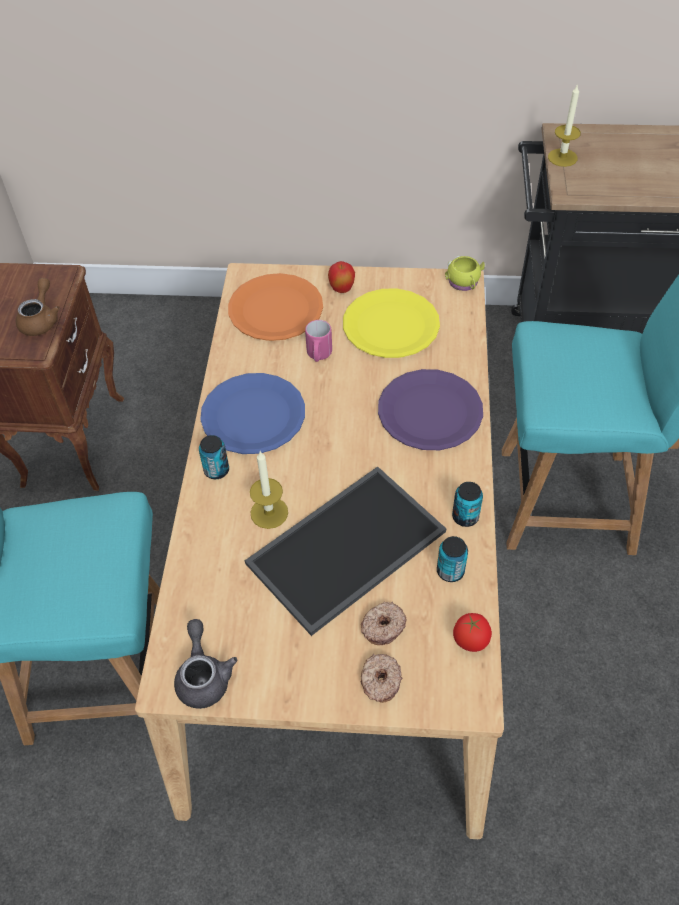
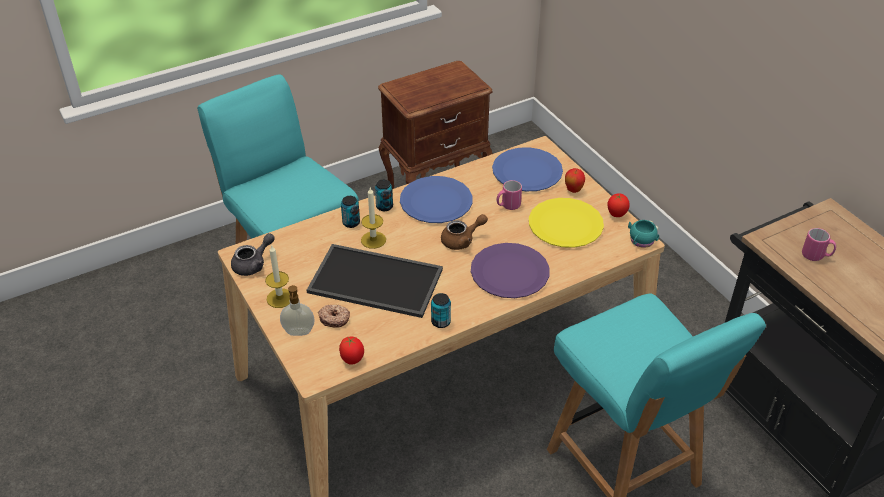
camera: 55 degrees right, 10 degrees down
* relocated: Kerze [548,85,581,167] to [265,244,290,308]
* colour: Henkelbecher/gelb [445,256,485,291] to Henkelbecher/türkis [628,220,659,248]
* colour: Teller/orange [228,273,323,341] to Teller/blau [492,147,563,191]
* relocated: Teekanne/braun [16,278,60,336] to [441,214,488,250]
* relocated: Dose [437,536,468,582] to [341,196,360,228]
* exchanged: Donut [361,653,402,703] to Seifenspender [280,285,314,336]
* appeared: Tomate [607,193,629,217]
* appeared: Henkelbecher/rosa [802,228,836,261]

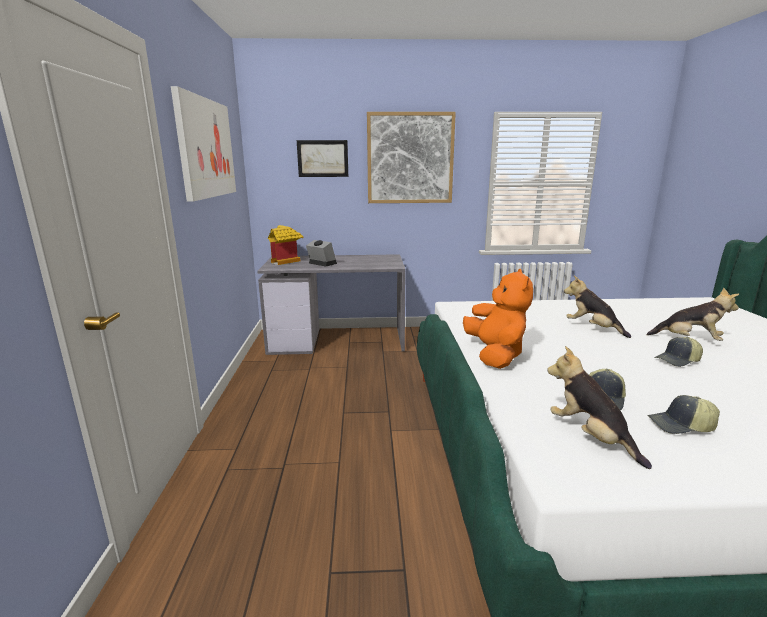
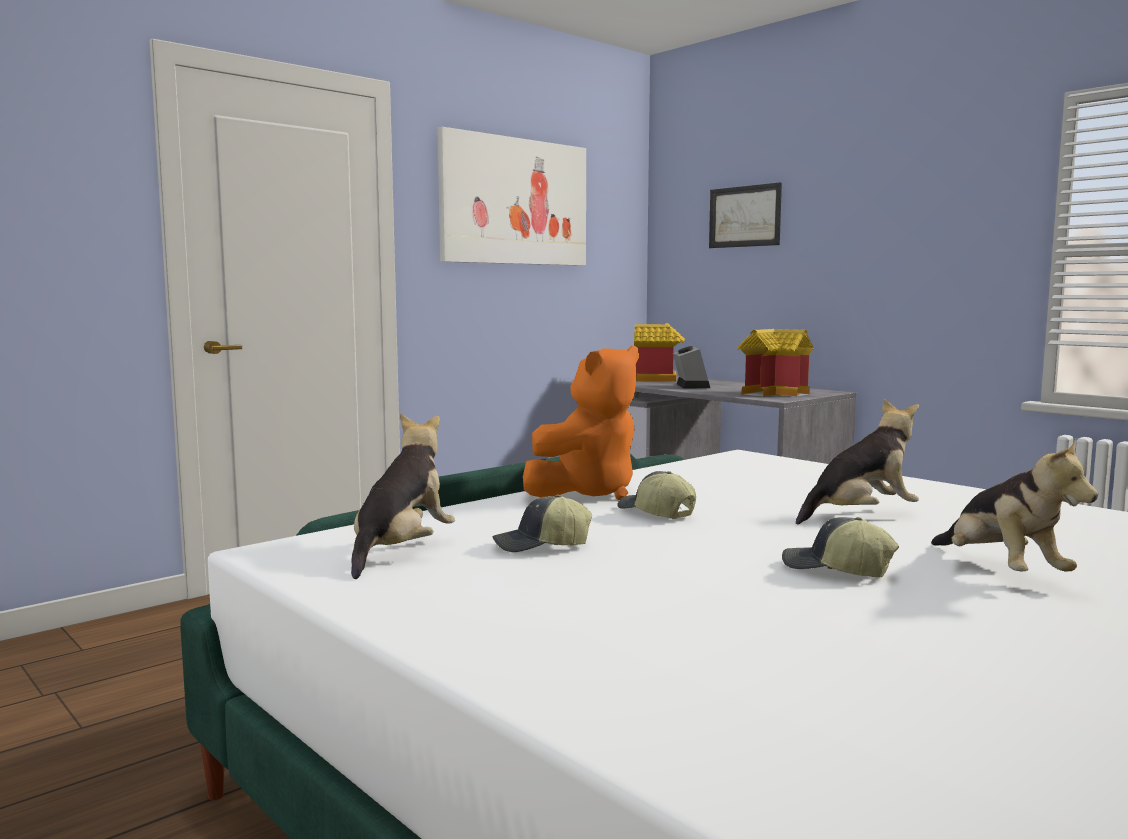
camera: 50 degrees right, 10 degrees down
* missing: Bild [367,112,456,203]
* spun: Plüschtier [564,276,631,338] = [796,399,919,525] 60 degrees clockwise
* relocated: Kappe [647,395,720,434] to [617,471,696,519]
* appeared: Spielzeughaus [737,329,814,396]

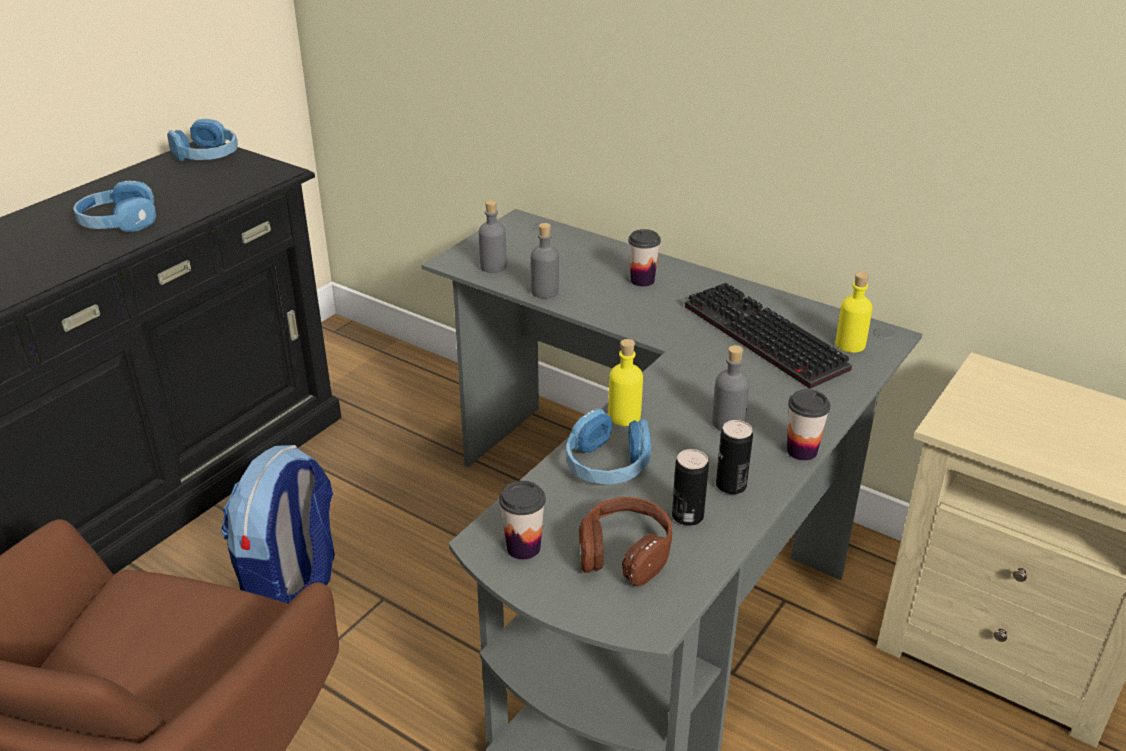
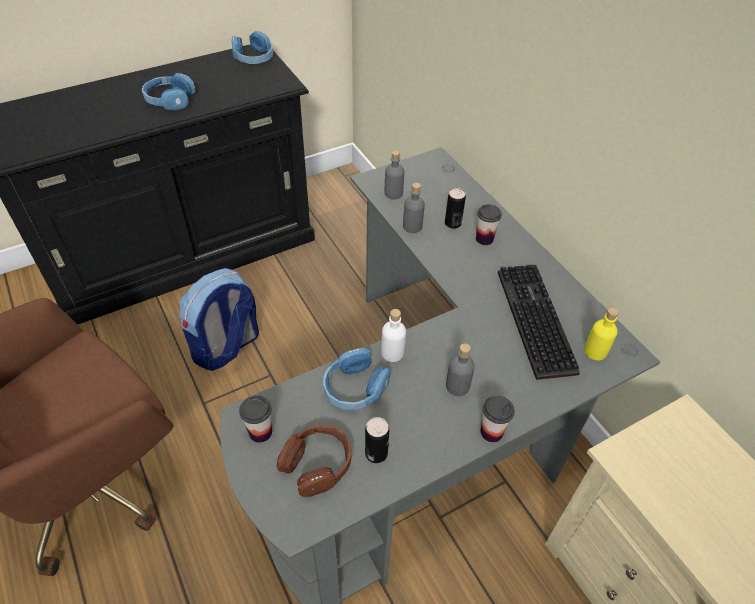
camera: 25 degrees right, 15 degrees up
* colour: Flasche/gelb [608,339,643,426] to Flasche/weiß [381,309,406,362]
* relocated: Dose [716,420,753,494] to [445,188,466,229]

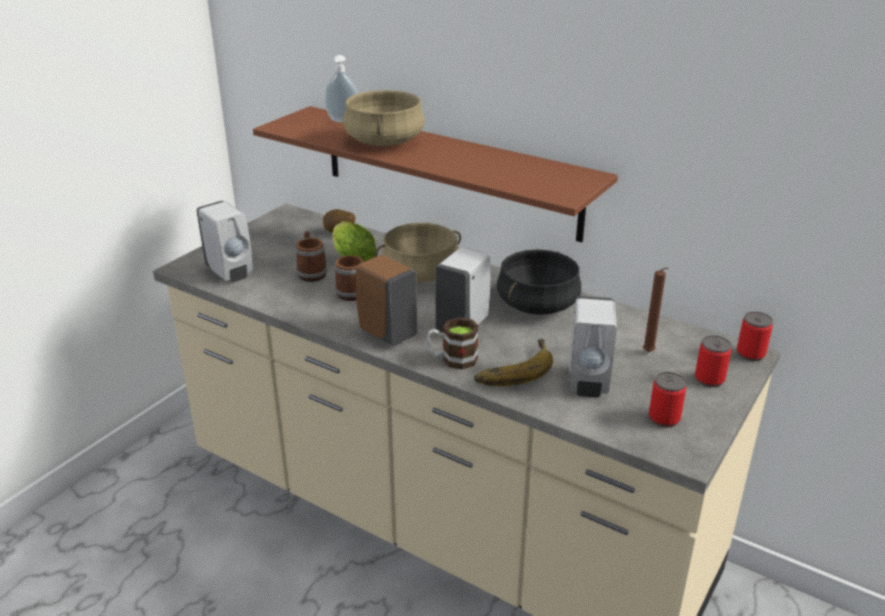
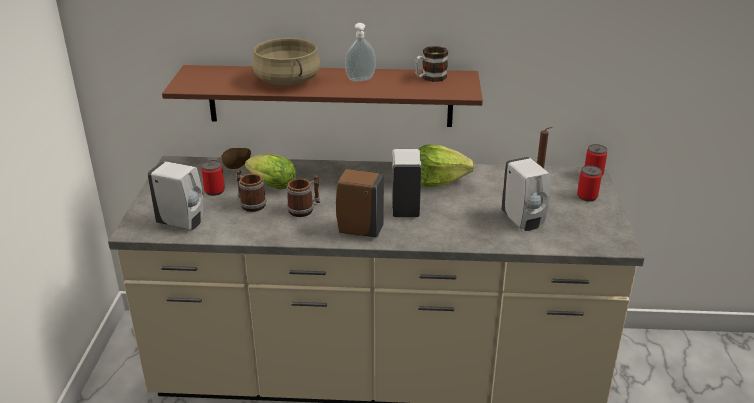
camera: 30 degrees left, 0 degrees up
* relocated: Seifenspender [325,55,358,123] to [345,23,376,81]
* missing: Kochtopf/beige [375,223,461,282]
* exchanged: Kochtopf/schwarz [497,249,581,315] to Salatkopf [418,144,474,187]
* relocated: Henkelbecher [427,317,479,370] to [415,46,448,82]
* missing: Banane [474,339,553,386]
* relocated: Dose [649,372,686,427] to [201,160,225,196]

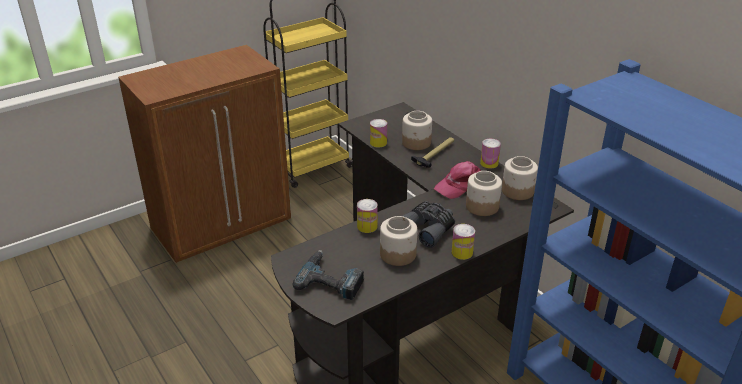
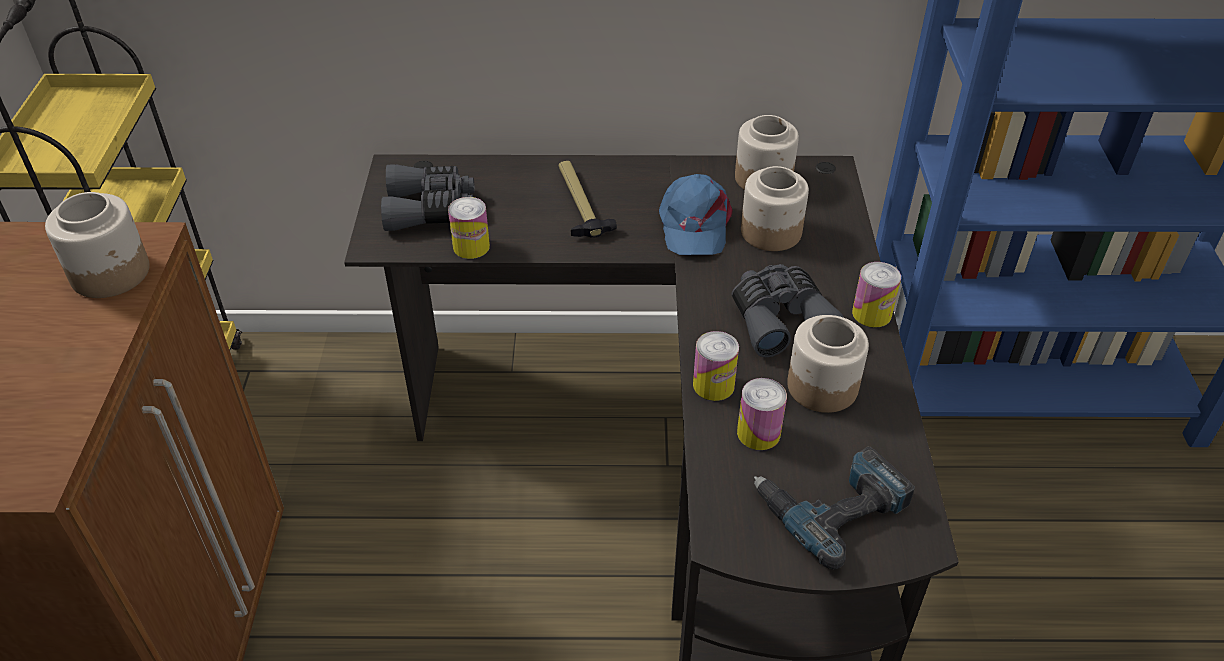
camera: 55 degrees left, 10 degrees up
* relocated: Vorratsglas [402,111,432,150] to [45,192,150,298]
* relocated: Dose [480,139,501,169] to [737,378,787,450]
* colour: Kappe/rosa [434,161,481,199] to Kappe/blau [659,174,733,255]
* appeared: Fernglas/grau [381,164,475,231]

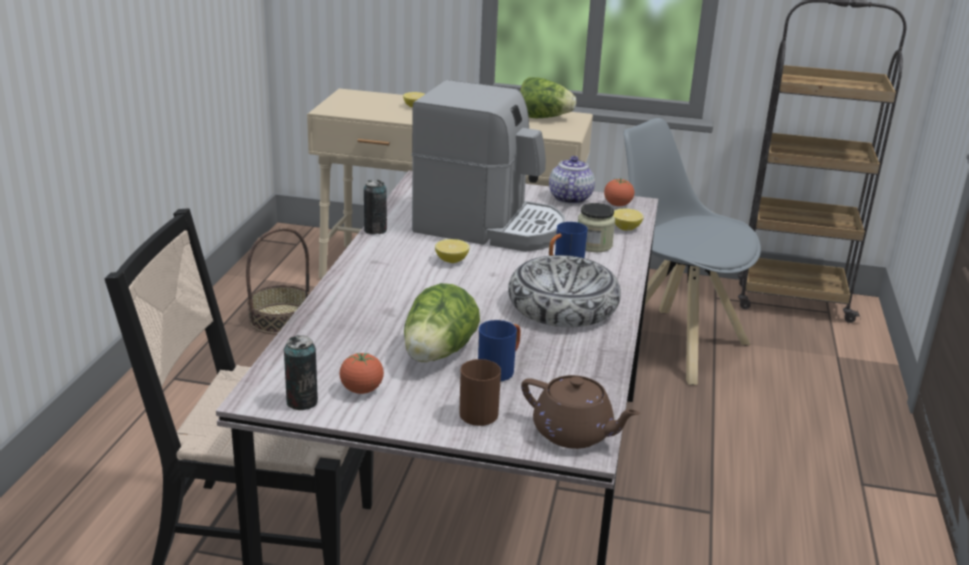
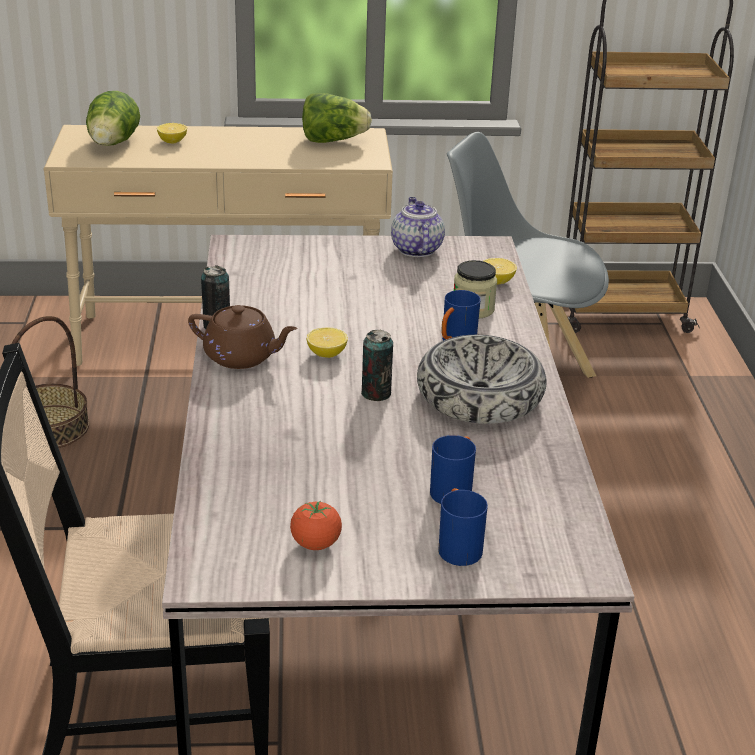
camera: 15 degrees left, 5 degrees up
* missing: Kaffeemaschine [412,80,565,252]
* missing: Tomate [604,178,634,206]
* relocated: Salatkopf [404,283,480,362] to [86,91,140,146]
* relocated: Dose [284,335,318,410] to [361,330,393,401]
* colour: Henkelbecher/braun [459,359,501,426] to Henkelbecher/blau [439,488,488,566]
* relocated: Teekanne/braun [521,375,640,449] to [188,305,297,369]

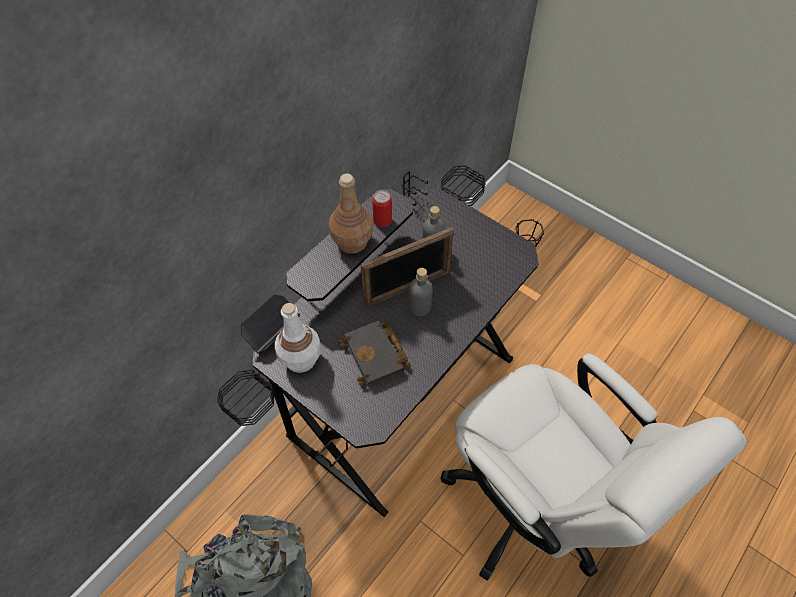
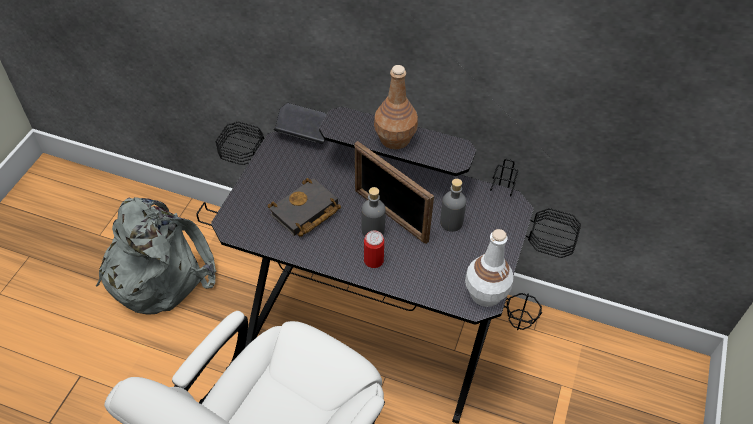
camera: 70 degrees right, 5 degrees down
* relocated: Dose [372,190,392,227] to [364,231,384,268]
* relocated: Flasche/weiß [275,303,321,373] to [465,229,514,307]

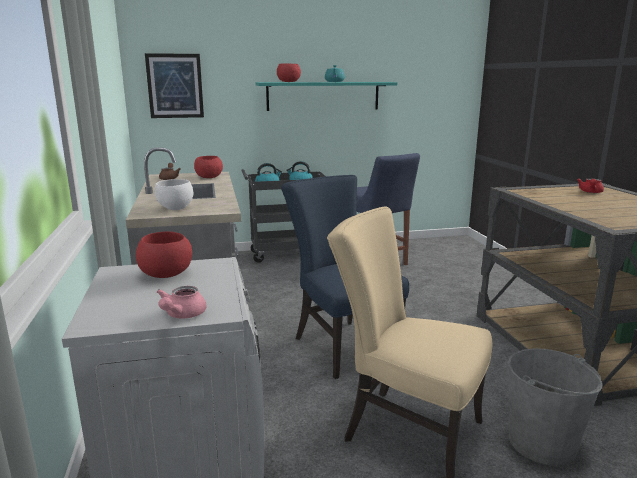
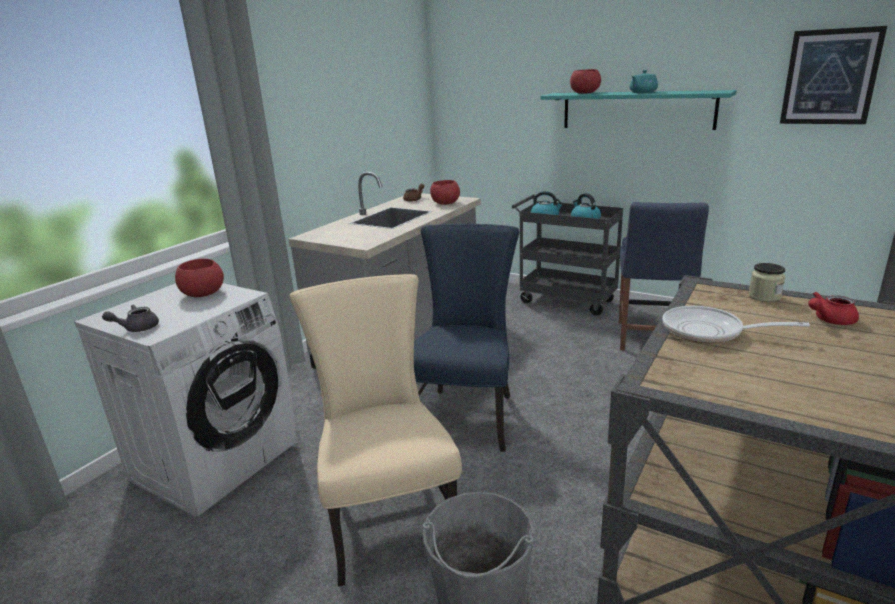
camera: 45 degrees right, 5 degrees up
* relocated: Bild [145,53,204,118] to [780,26,887,124]
* missing: Schüssel/weiß [155,179,193,210]
* colour: Teekanne/rosa [157,286,206,319] to Teekanne/grau [102,305,159,332]
* appeared: Vorratsglas [749,263,785,302]
* appeared: Pfanne [662,306,810,343]

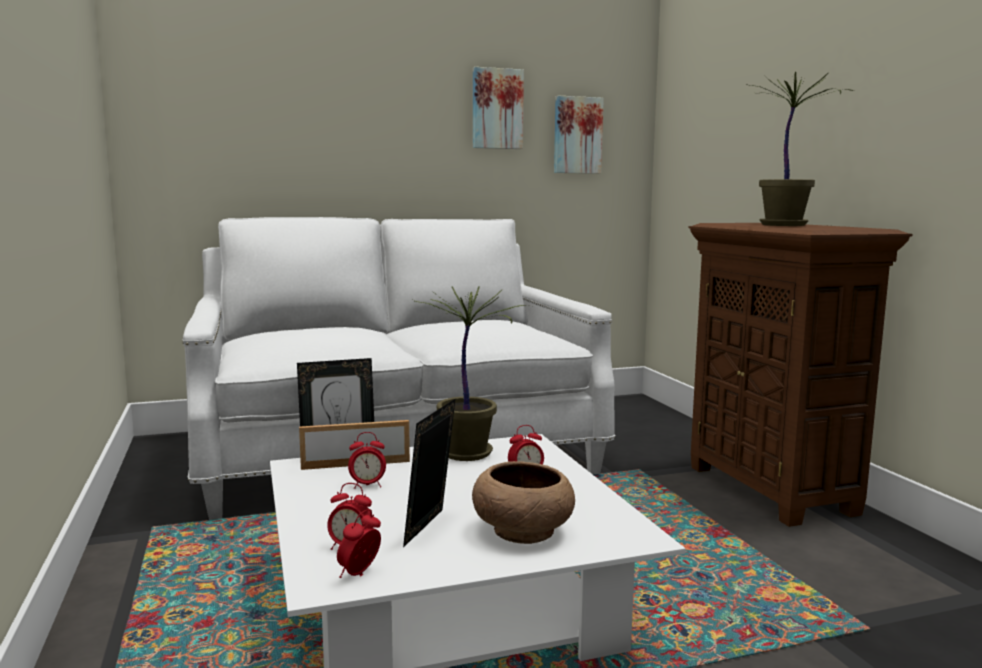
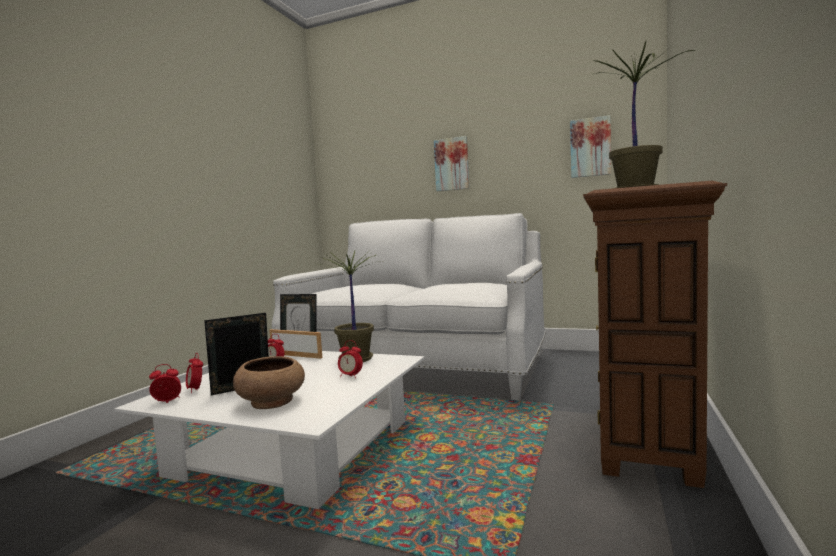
camera: 40 degrees right, 5 degrees down
* relocated: Bild [473,67,524,149] to [434,136,469,191]

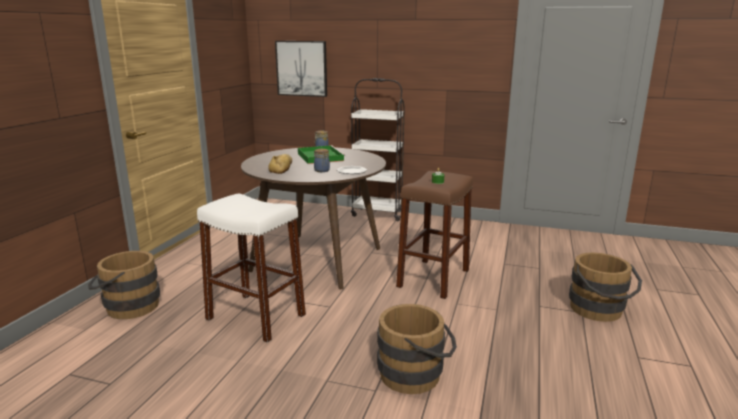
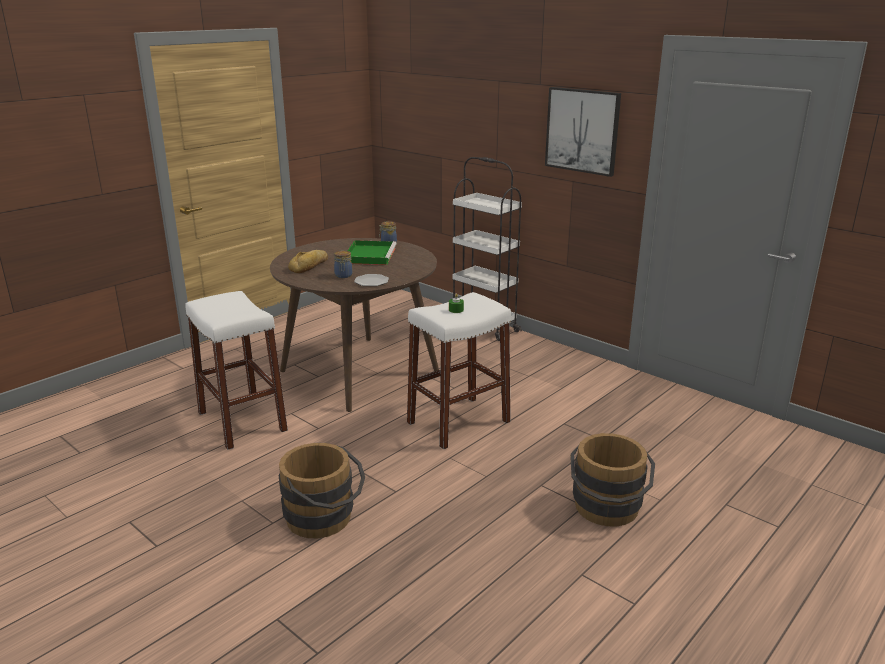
camera: 25 degrees right, 5 degrees up
* relocated: Bild [275,41,327,97] to [545,87,621,177]
* colour: Hocker/braun [396,171,473,299] to Hocker/weiß [407,292,511,449]
* missing: Eimer/braun [88,251,160,319]

